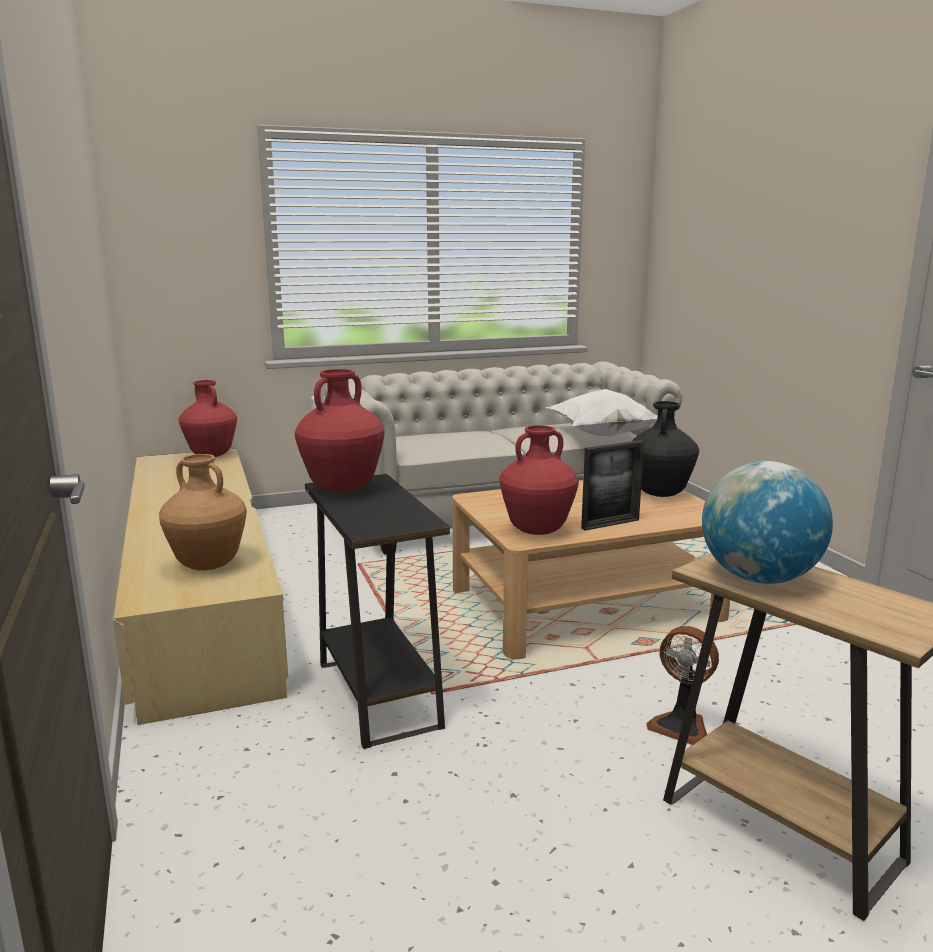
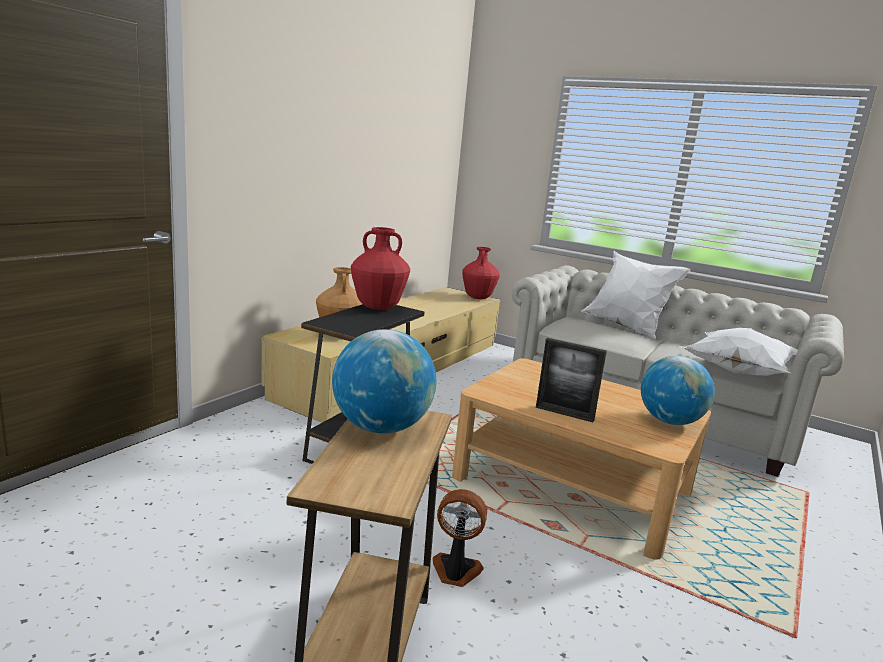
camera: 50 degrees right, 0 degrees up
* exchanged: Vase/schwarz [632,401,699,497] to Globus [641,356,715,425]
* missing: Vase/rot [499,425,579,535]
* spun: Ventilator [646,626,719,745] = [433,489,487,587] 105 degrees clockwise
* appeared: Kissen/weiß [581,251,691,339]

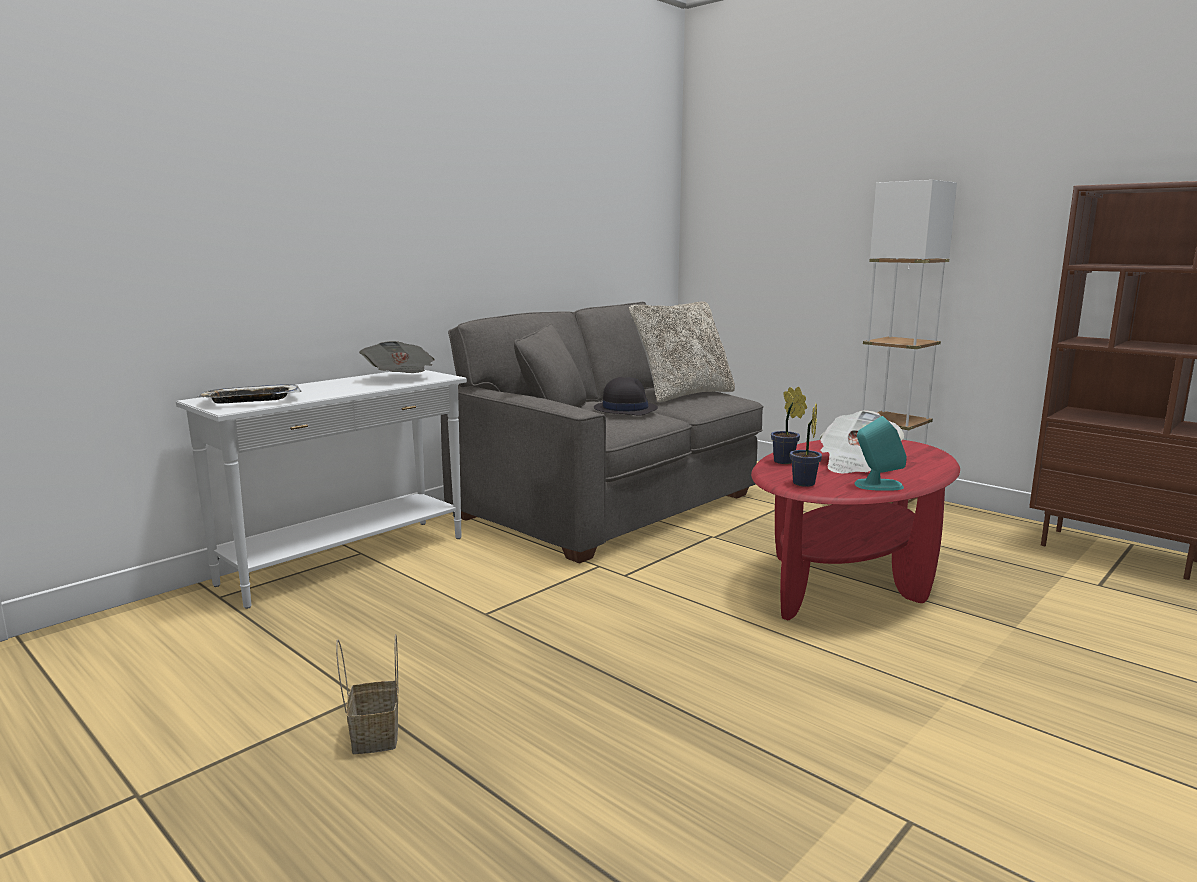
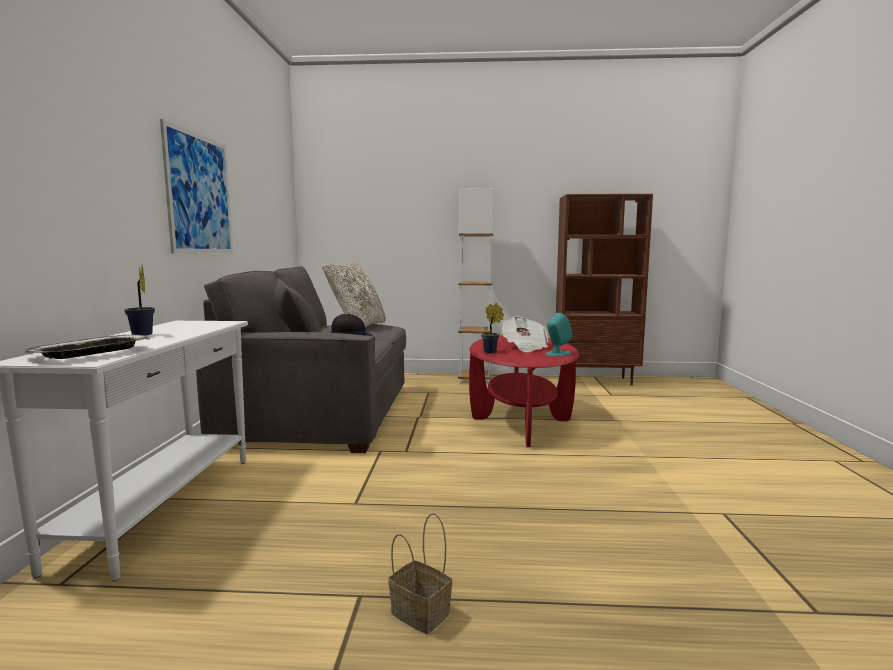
camera: 40 degrees left, 5 degrees down
* missing: Zeitung [359,341,434,373]
* relocated: Topfpflanze [790,403,822,487] to [124,264,155,335]
* appeared: Bild [160,119,233,254]

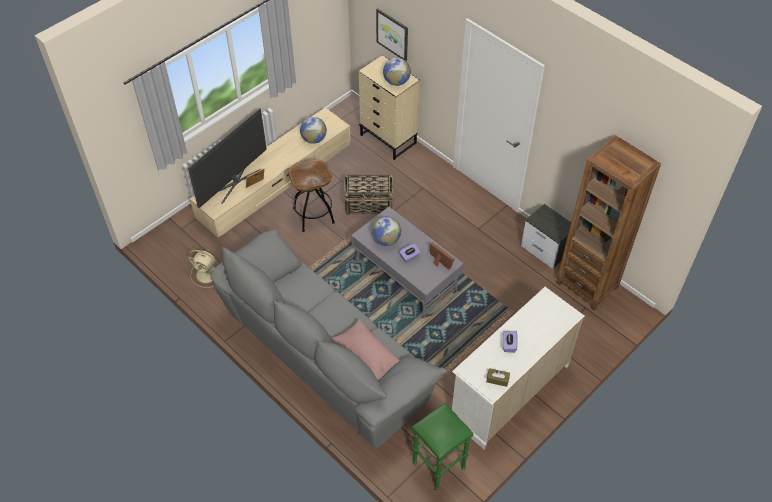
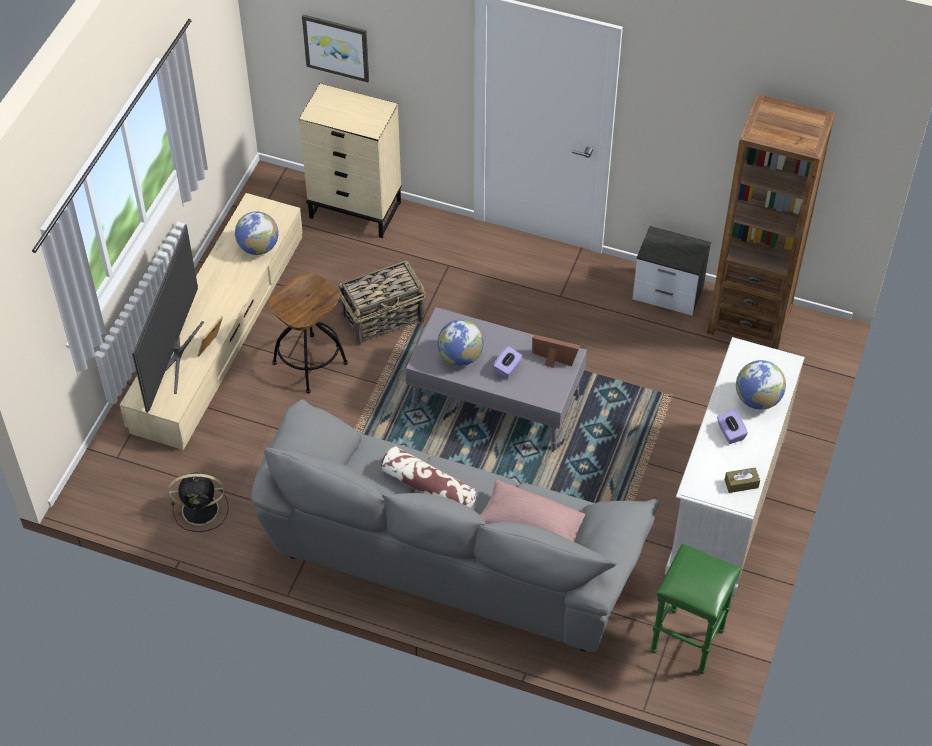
camera: 25 degrees left, 0 degrees up
* relocated: Globus [383,58,411,86] to [736,360,786,410]
* colour: Ventilator/beige [188,250,220,288] to Ventilator/schwarz [168,472,228,532]
* appeared: Kissen [381,446,476,508]

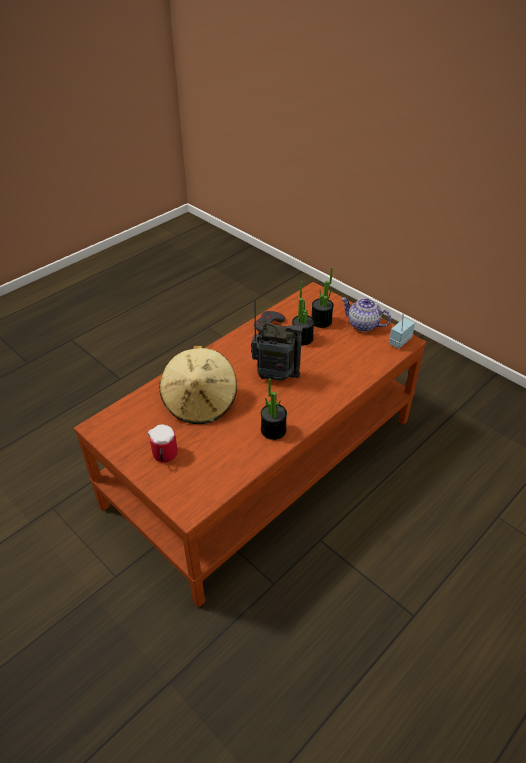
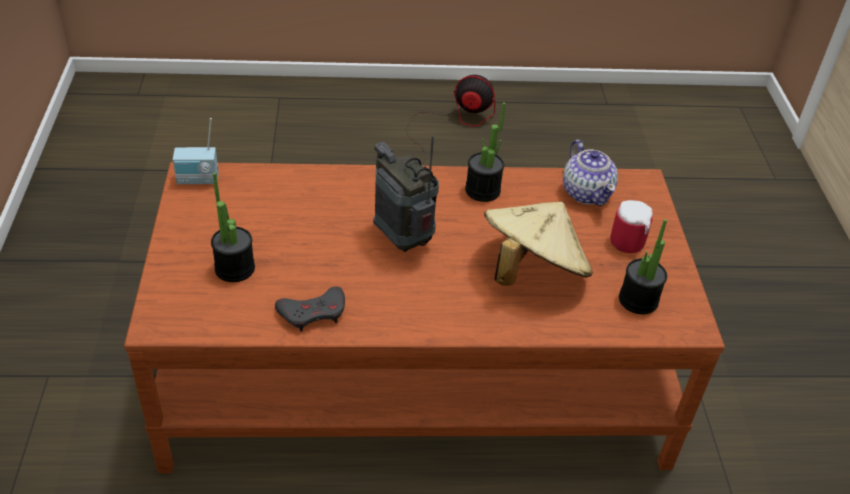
camera: 140 degrees left, 0 degrees up
* relocated: Topfpflanze [292,281,315,345] to [619,219,667,314]
* relocated: Teekanne [341,297,391,332] to [563,140,618,206]
* appeared: Ventilator [406,75,495,165]

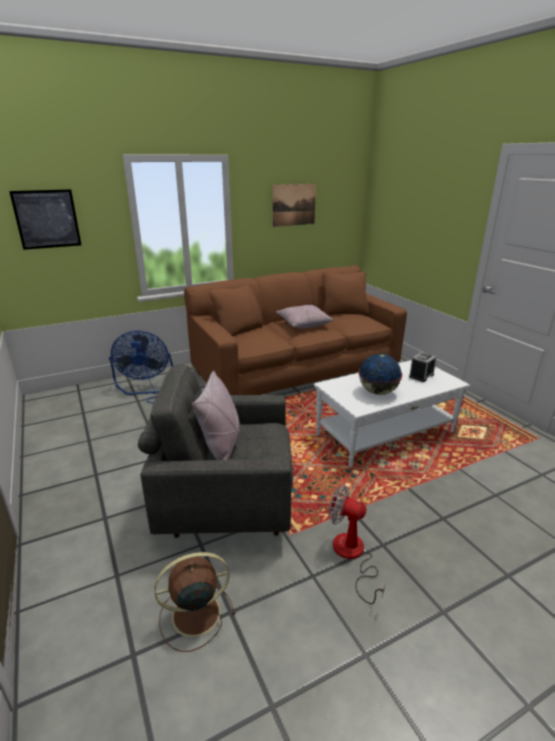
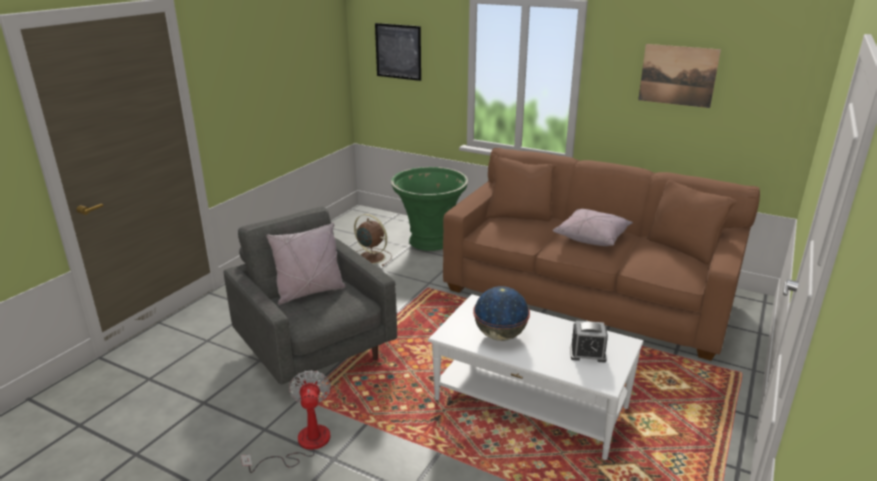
camera: 55 degrees right, 0 degrees up
* exchanged: Ventilator/blau [109,331,173,403] to Pflanzkübel/grün [391,167,468,251]
* relocated: Ventilator/braun [154,552,236,652] to [354,214,392,266]

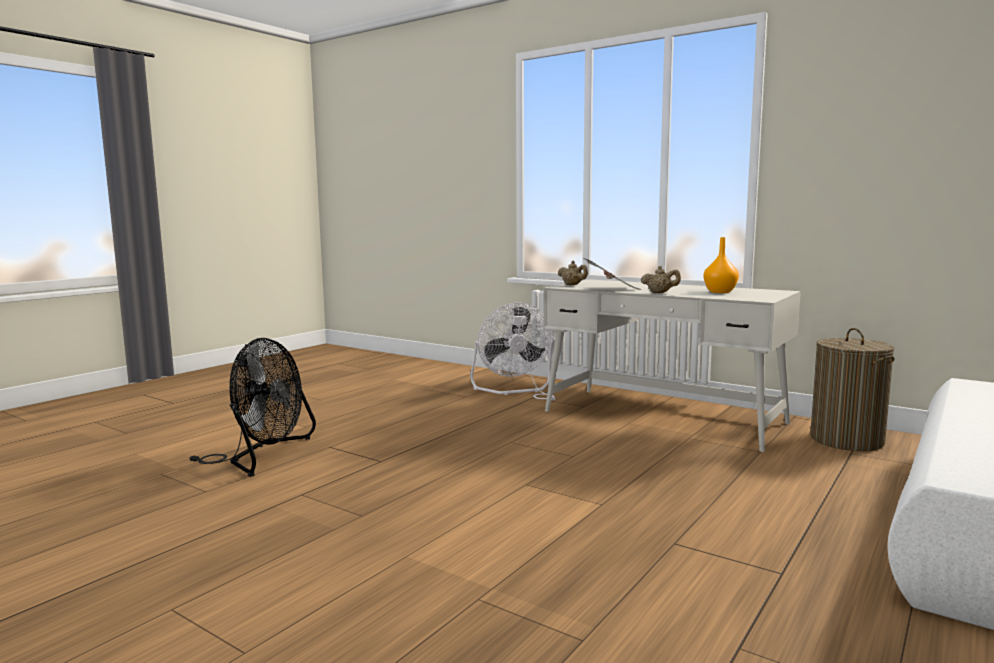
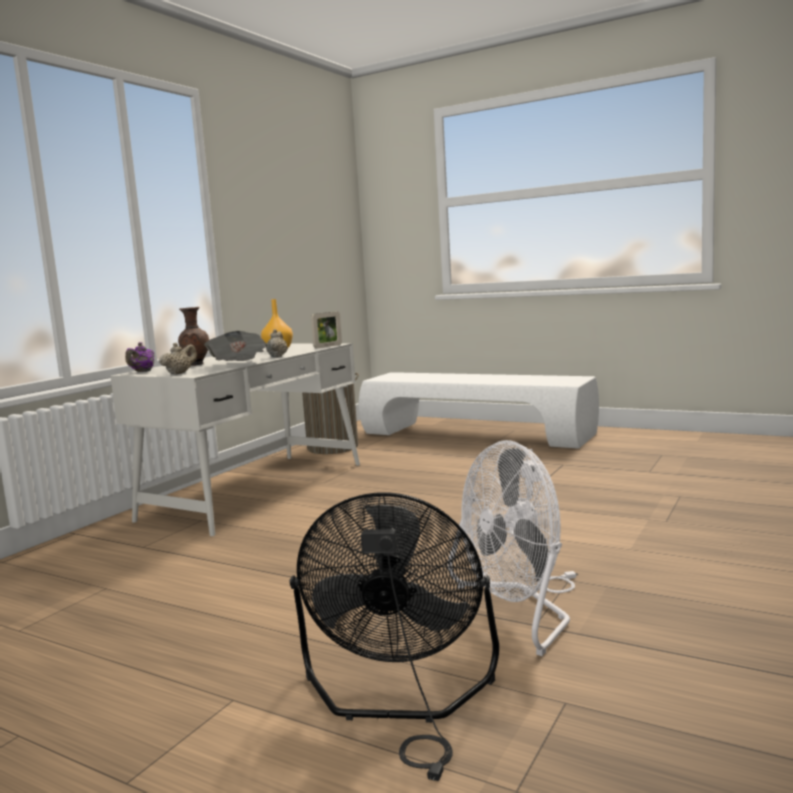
camera: 95 degrees left, 0 degrees up
* relocated: Ventilator/weiß [470,303,555,400] to [448,440,577,656]
* appeared: Vase/braun [178,307,209,366]
* appeared: Bilderrahmen [311,312,342,348]
* appeared: Teekanne/lila [125,342,154,372]

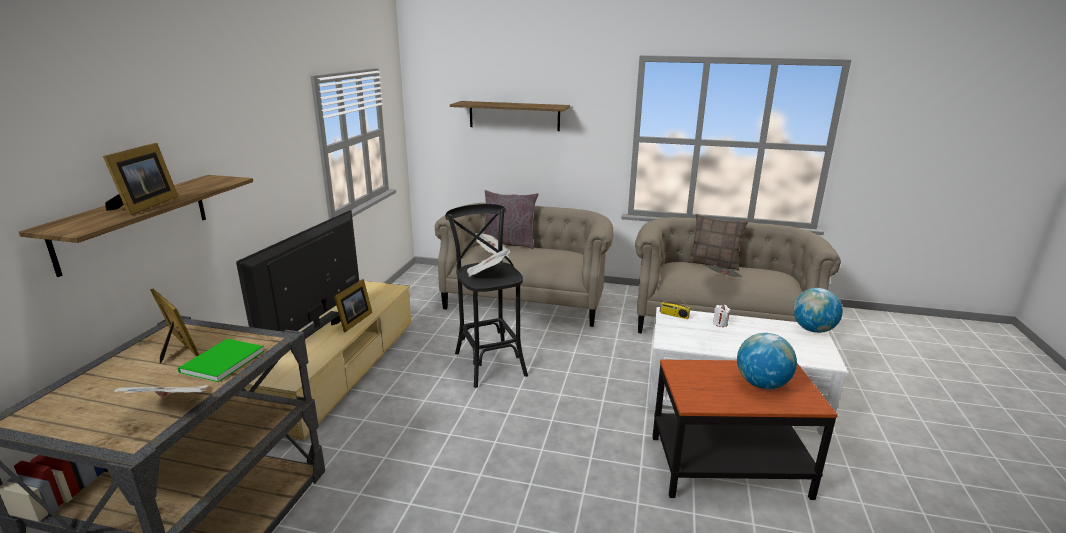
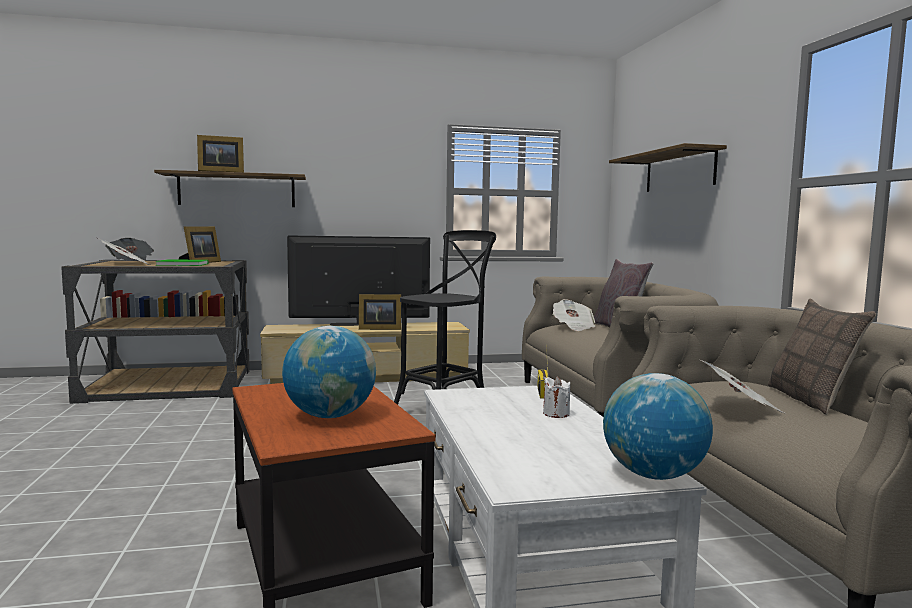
camera: 65 degrees right, 15 degrees down
* relocated: Zeitung [467,249,510,277] to [105,238,154,261]

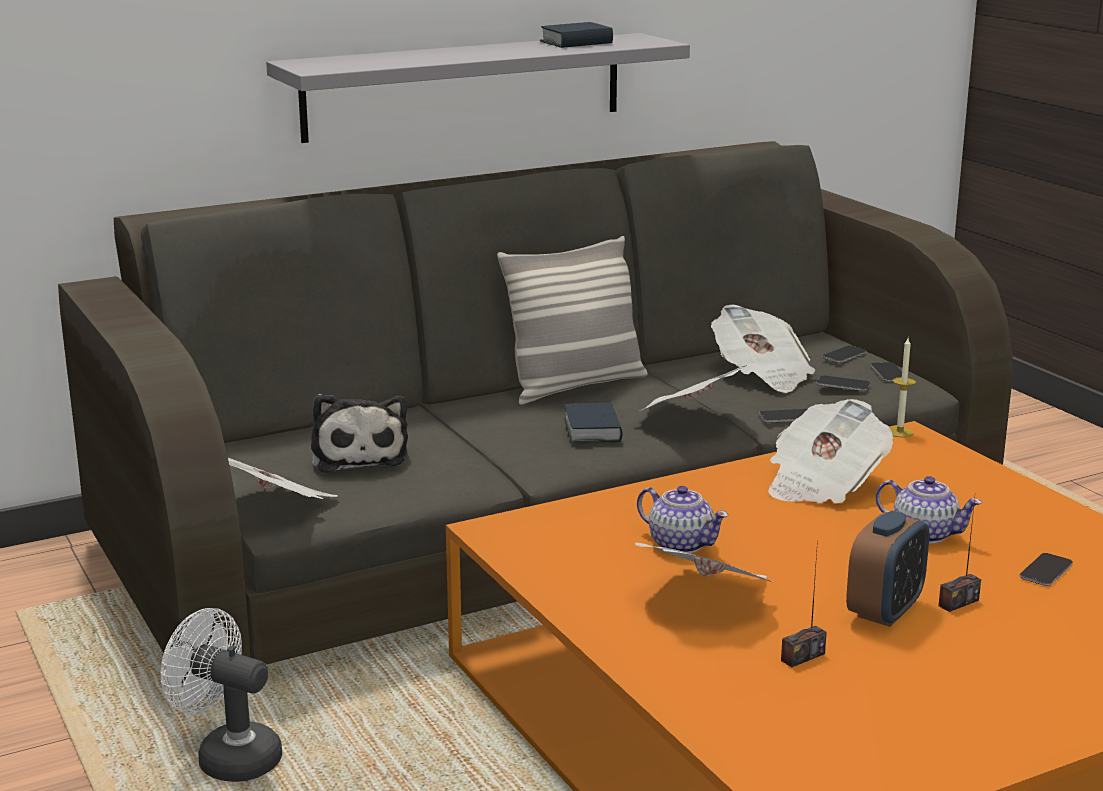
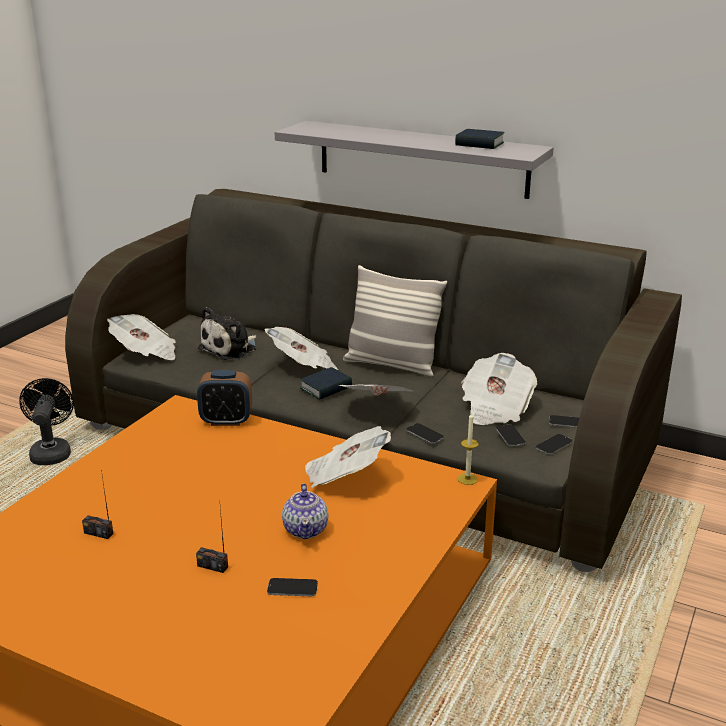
camera: 55 degrees right, 5 degrees up
* missing: Teekanne [637,486,729,553]
* relocated: Wecker [846,511,930,627] to [197,370,252,426]
* relocated: Zeitung [635,543,772,582] to [265,327,338,370]
* colour: Ventilator/weiß [161,608,282,782] to Ventilator/schwarz [19,378,74,465]

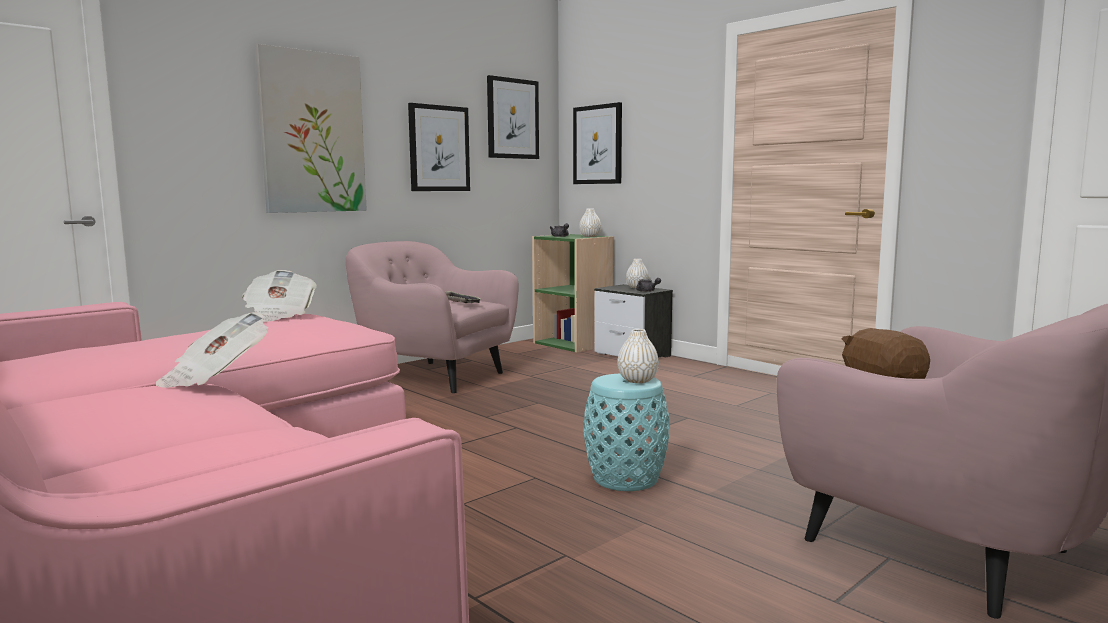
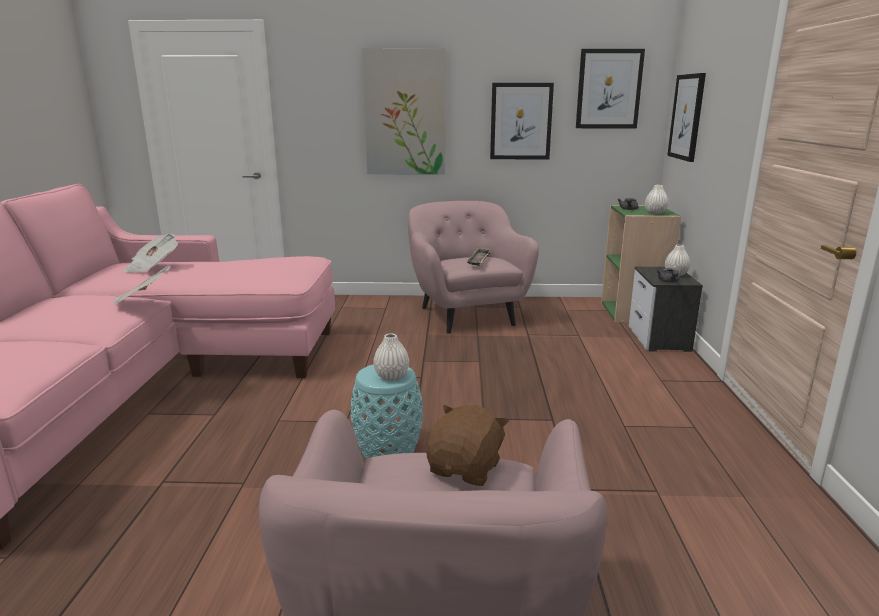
camera: 45 degrees right, 10 degrees up
* relocated: Zeitung [242,270,317,322] to [123,234,178,273]

